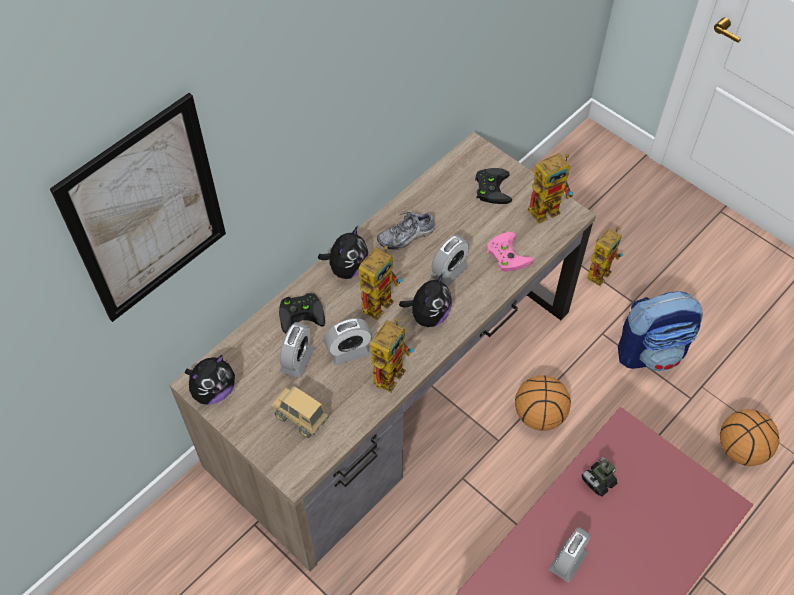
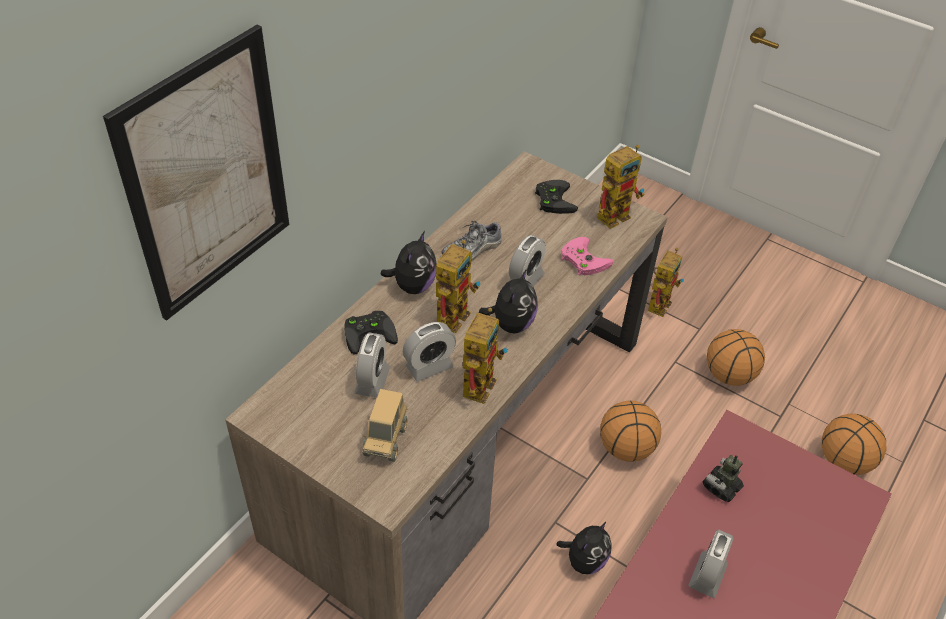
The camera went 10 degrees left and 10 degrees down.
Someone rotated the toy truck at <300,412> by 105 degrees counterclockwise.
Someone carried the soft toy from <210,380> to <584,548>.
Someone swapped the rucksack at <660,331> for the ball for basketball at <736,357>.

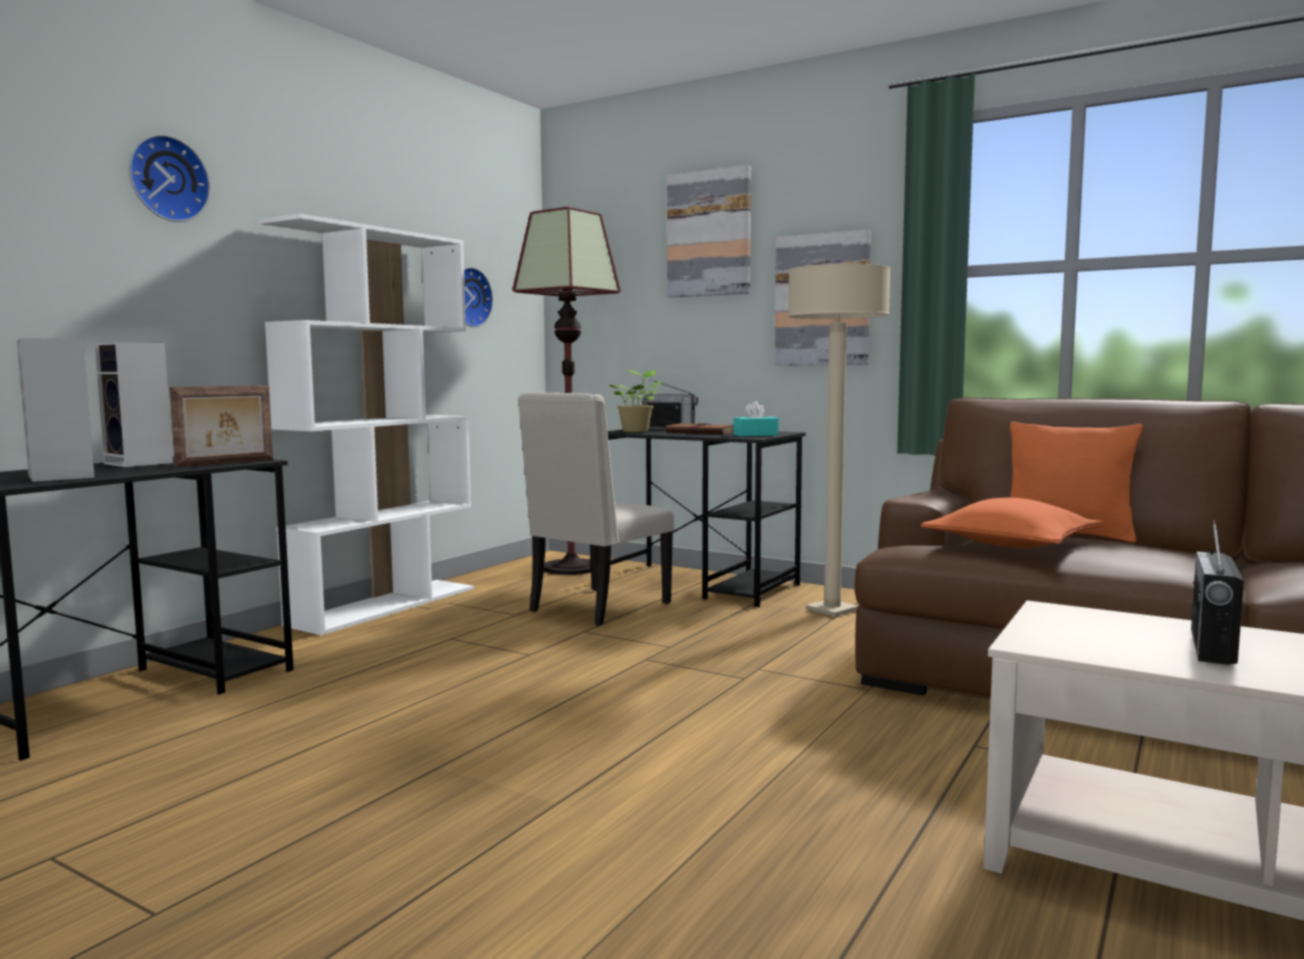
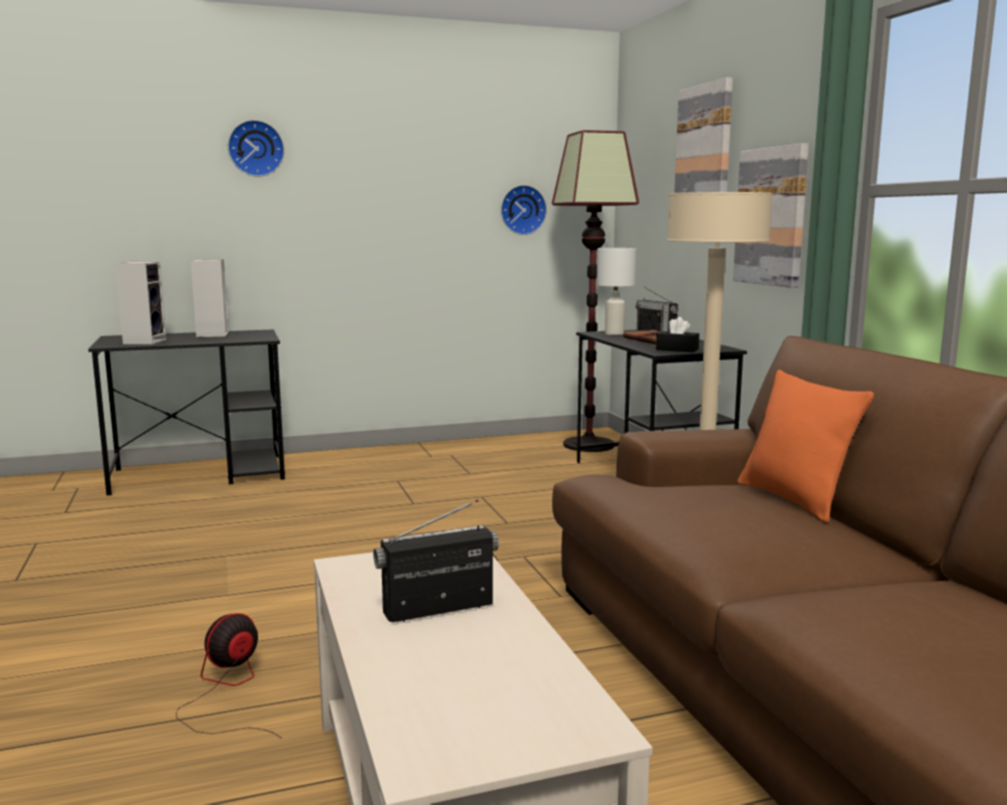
The camera went 40 degrees right and 5 degrees up.
Someone put down the cooling fan at <229,676>.
Someone swapped the plant in a pot at <635,401> for the white-coloured lamp for a table at <616,291>.
Someone repainted the turquoise-coloured tissue box at <756,419>, which became the black-coloured tissue box at <677,334>.
Someone took away the standing frame at <221,426>.
Someone took away the white-coloured bookcase at <366,424>.
Someone took away the sand-coloured chair at <596,509>.
Someone took away the orange-coloured cushion at <1012,523>.

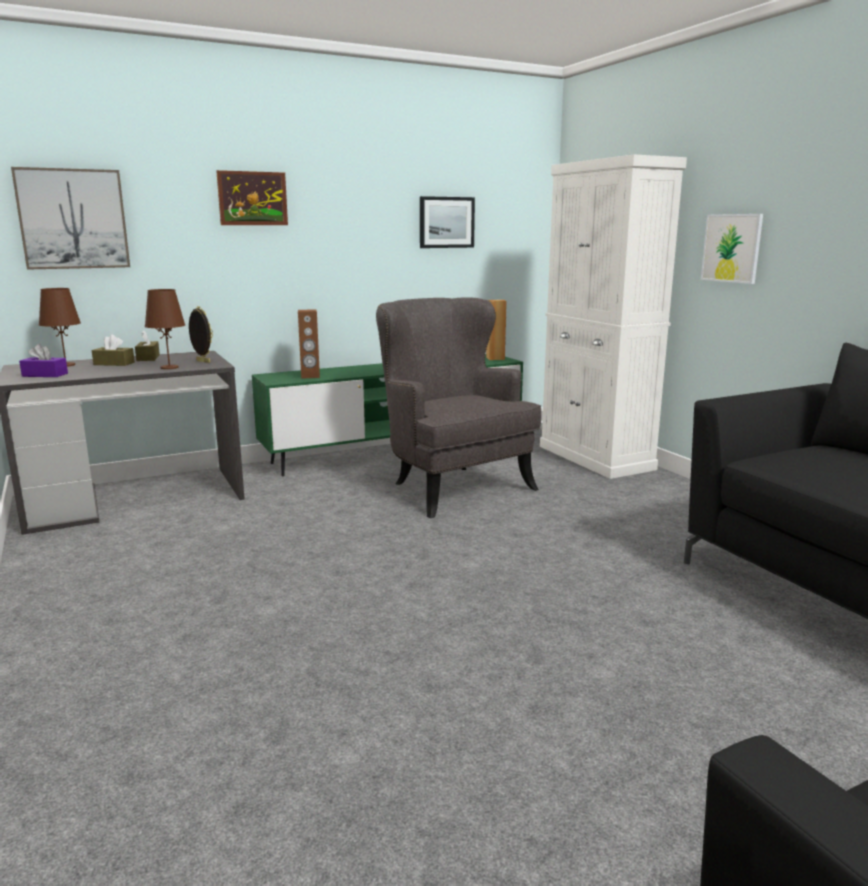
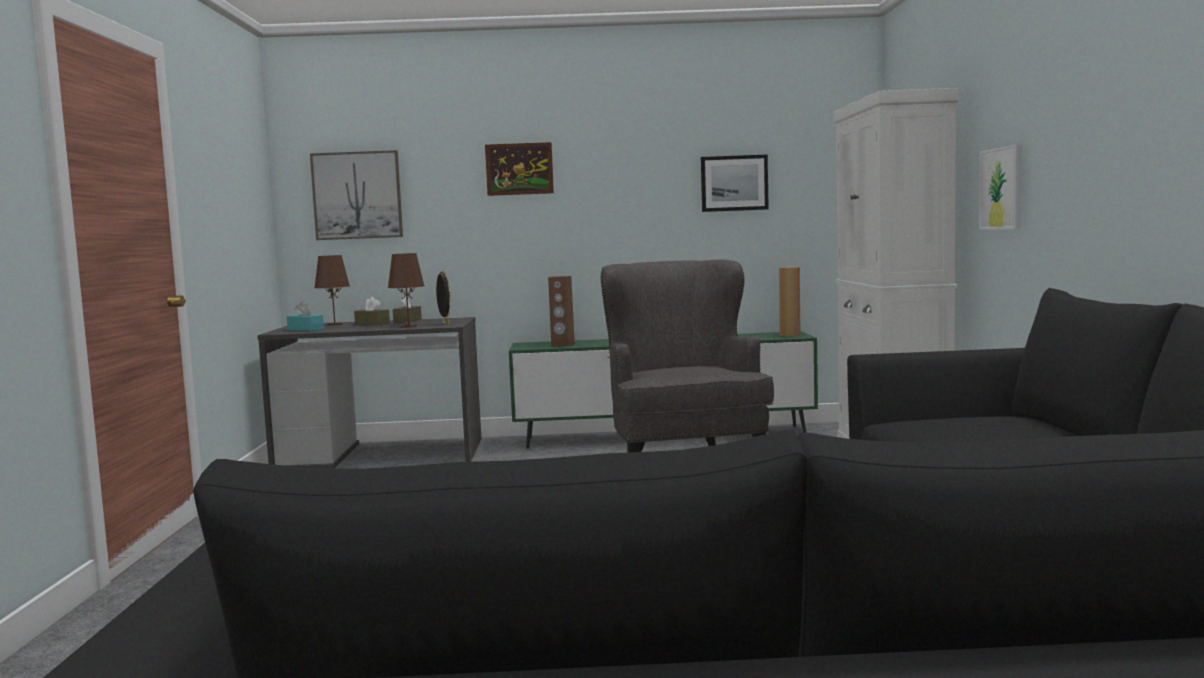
The camera went 25 degrees right and 10 degrees down.
Someone repainted the purplish tissue box at <43,360>, which became the turquoise-coloured tissue box at <305,316>.

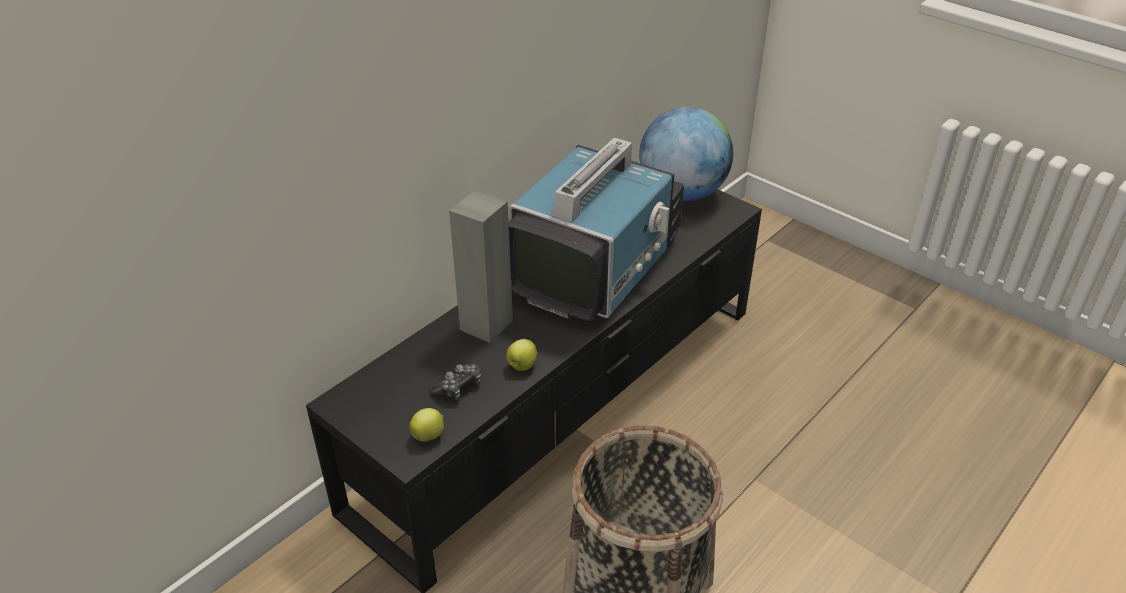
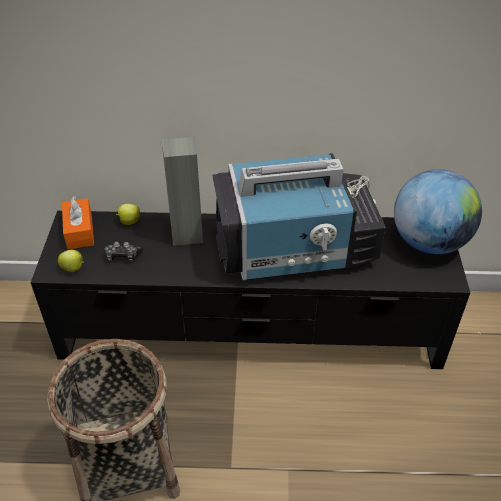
The camera went 50 degrees right and 5 degrees up.
Someone put down the orange-coloured tissue box at <78,222>.
Someone carried the apple fruit from <521,355> to <128,214>.

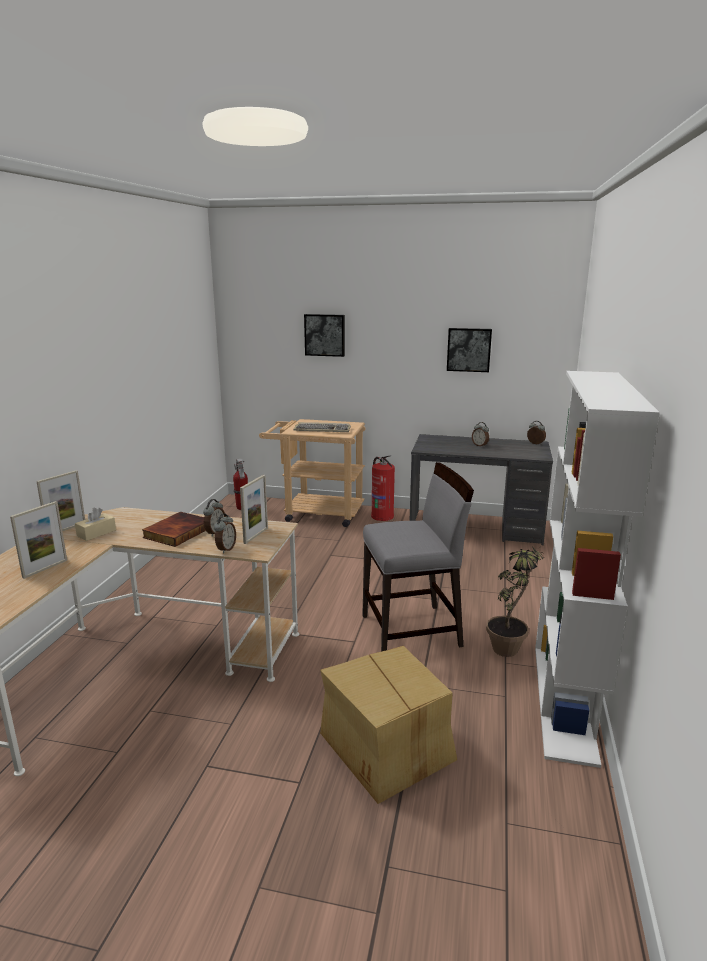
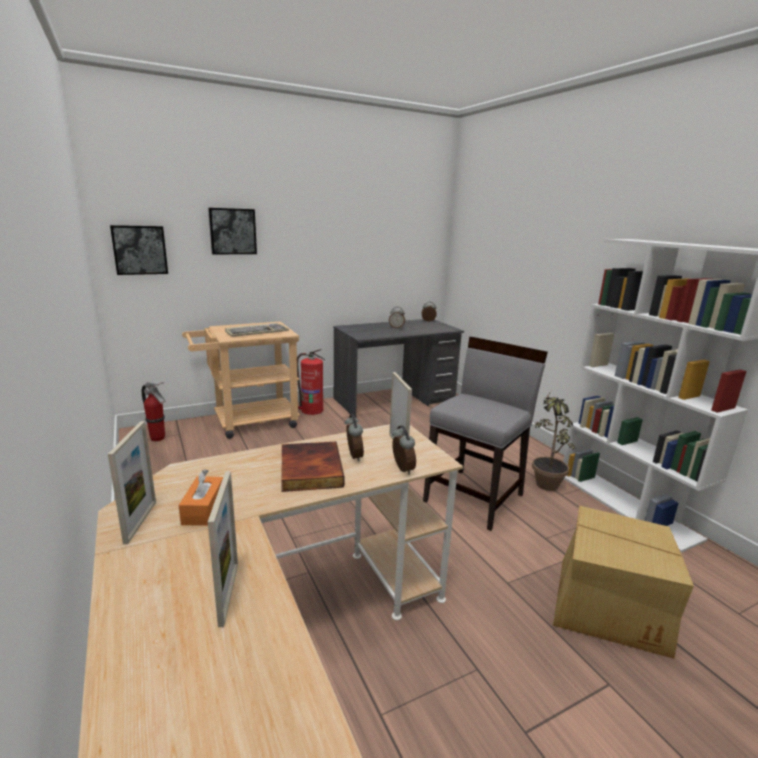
The camera went 40 degrees left and 0 degrees up.
Someone carried the wall picture from <469,350> to <139,250>.
Someone repainted the sand-coloured tissue box at <95,524>, which became the orange-coloured tissue box at <201,497>.

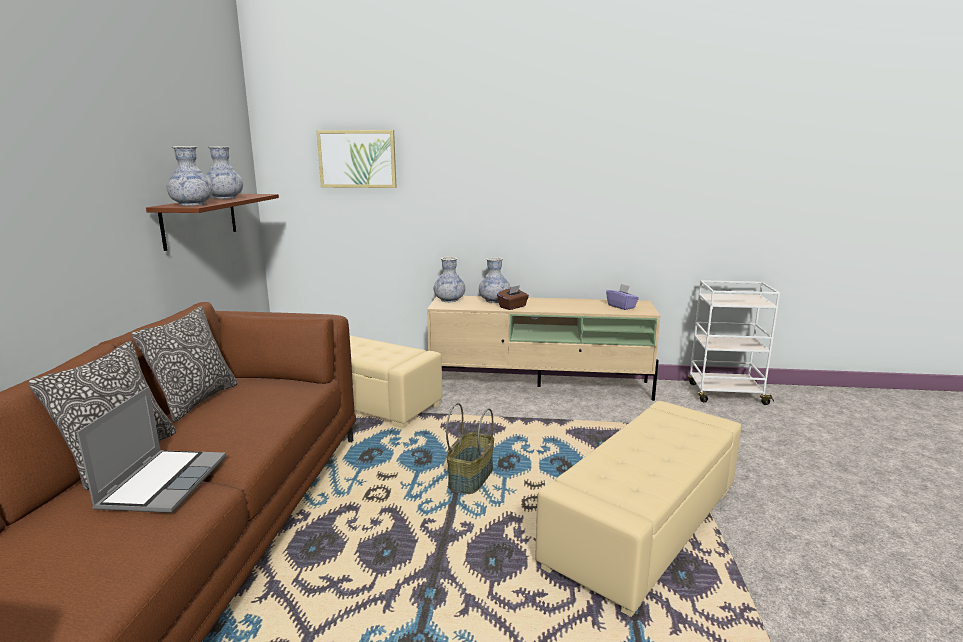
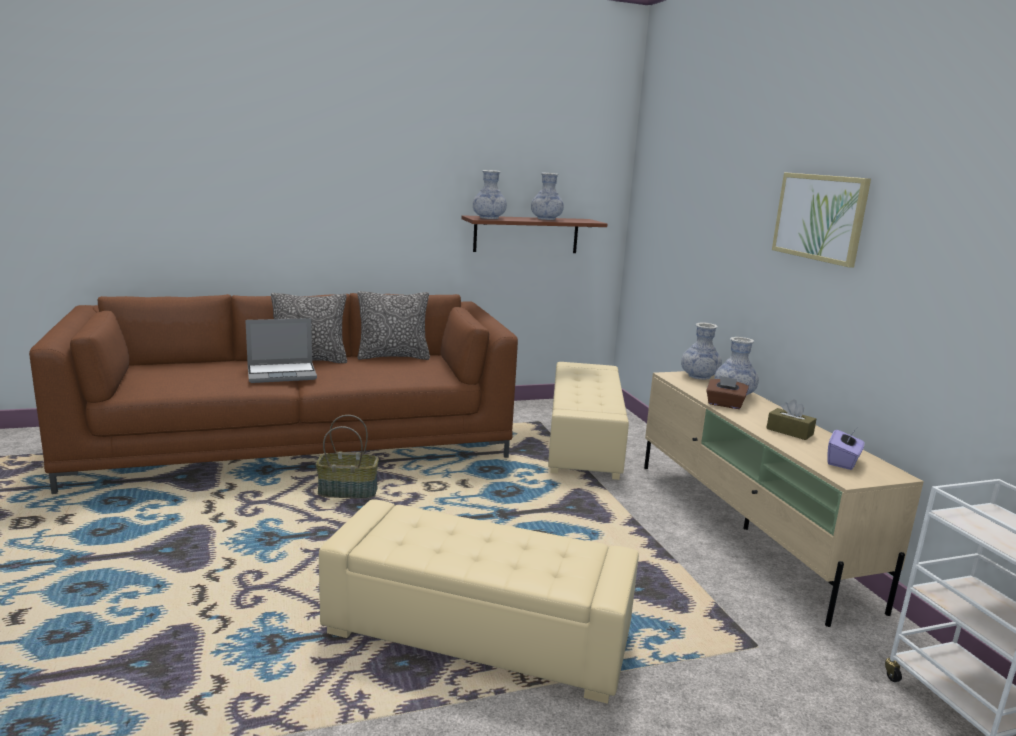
The camera went 65 degrees right and 0 degrees up.
Someone carried the basket from <470,448> to <347,457>.
Someone put down the brown-coloured tissue box at <791,420>.
Someone carried the wall picture from <357,159> to <821,220>.

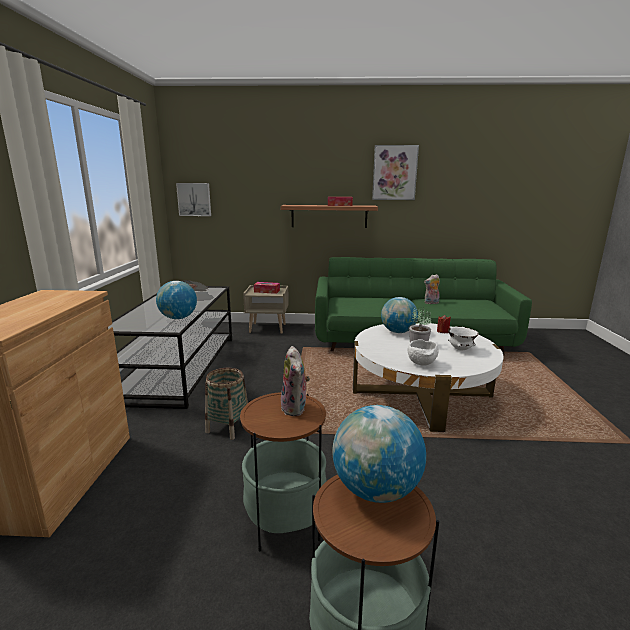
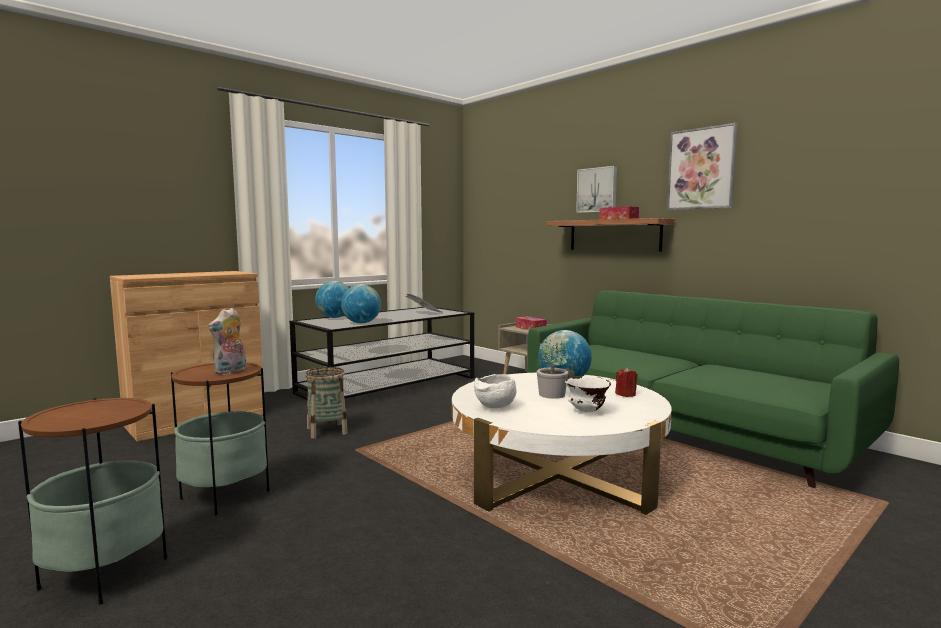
The camera went 45 degrees right and 10 degrees down.
Someone carried the globe from <379,454> to <332,299>.
Someone carried the wall picture from <193,199> to <596,189>.
Someone took away the soft toy at <432,289>.

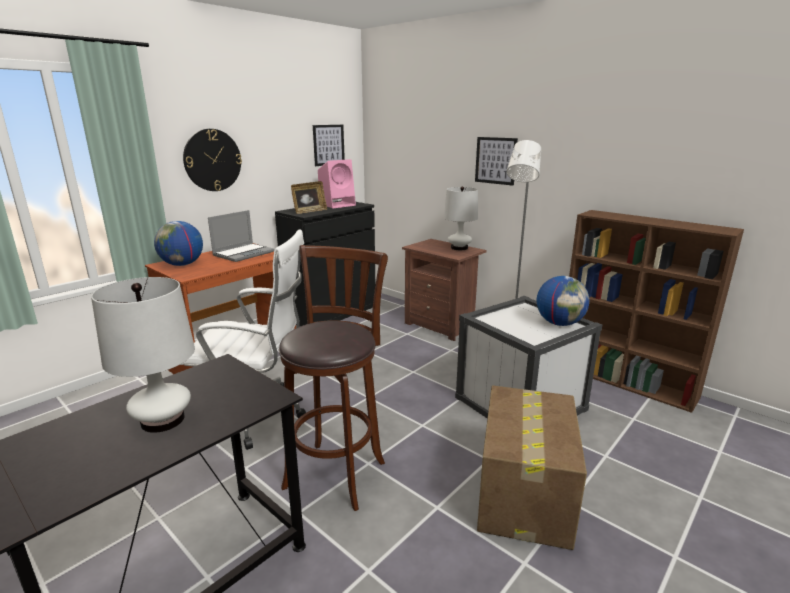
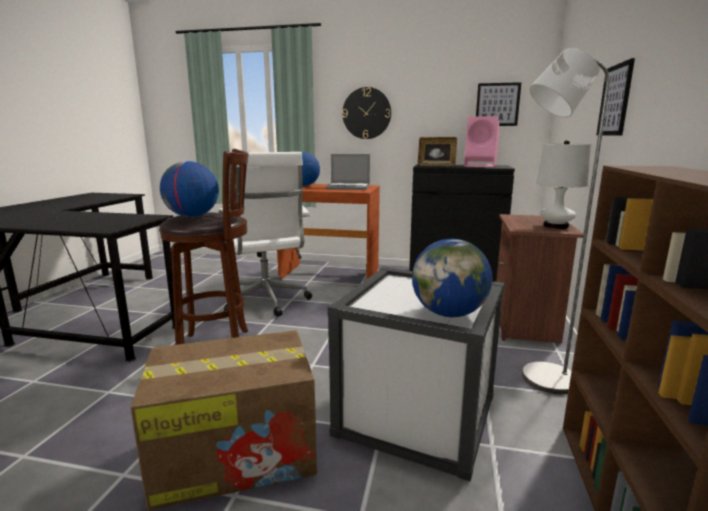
The camera went 60 degrees right and 5 degrees down.
Someone put down the globe at <189,189>.
Someone took away the white-coloured lamp for a table at <143,355>.

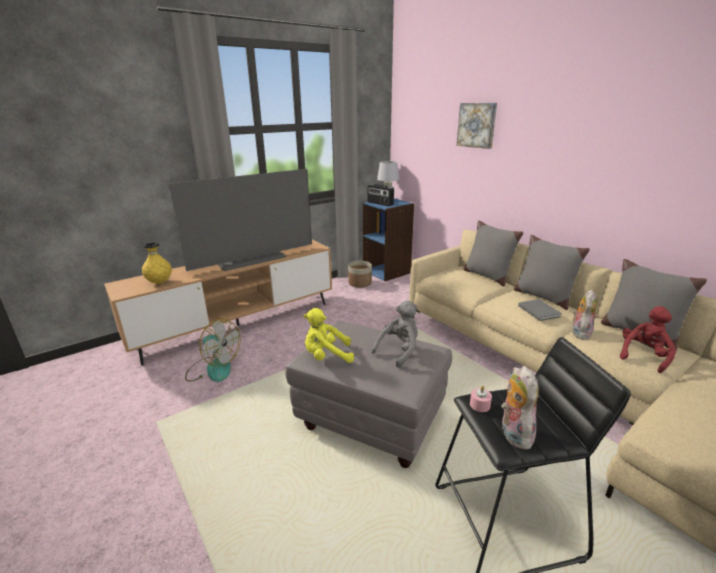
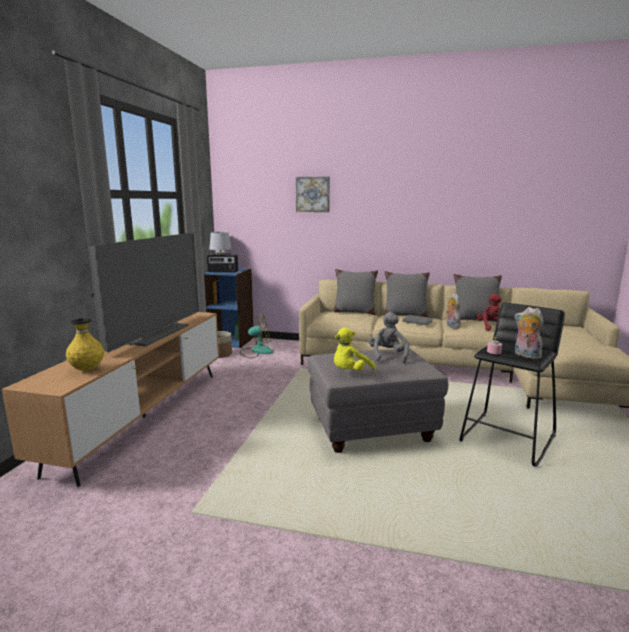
The camera went 40 degrees left and 10 degrees down.
Someone carried the cooling fan from <213,350> to <256,336>.

